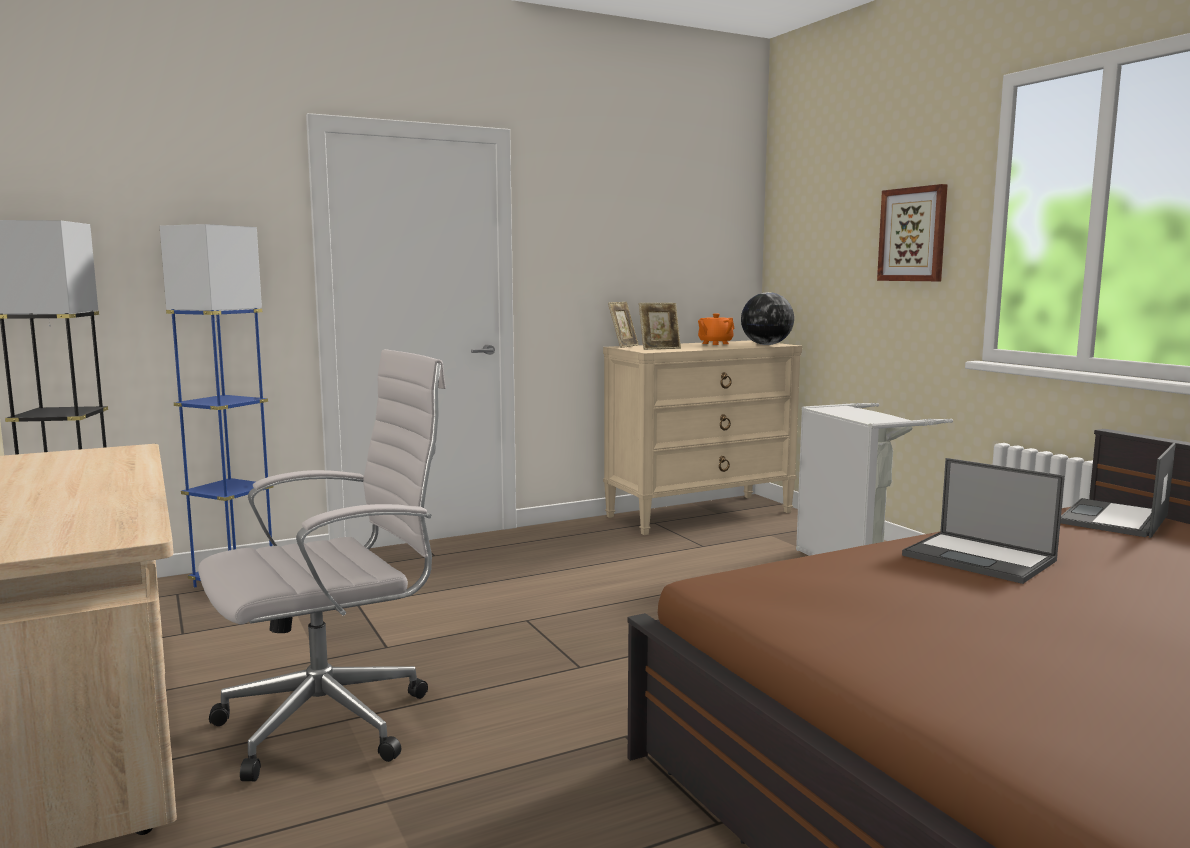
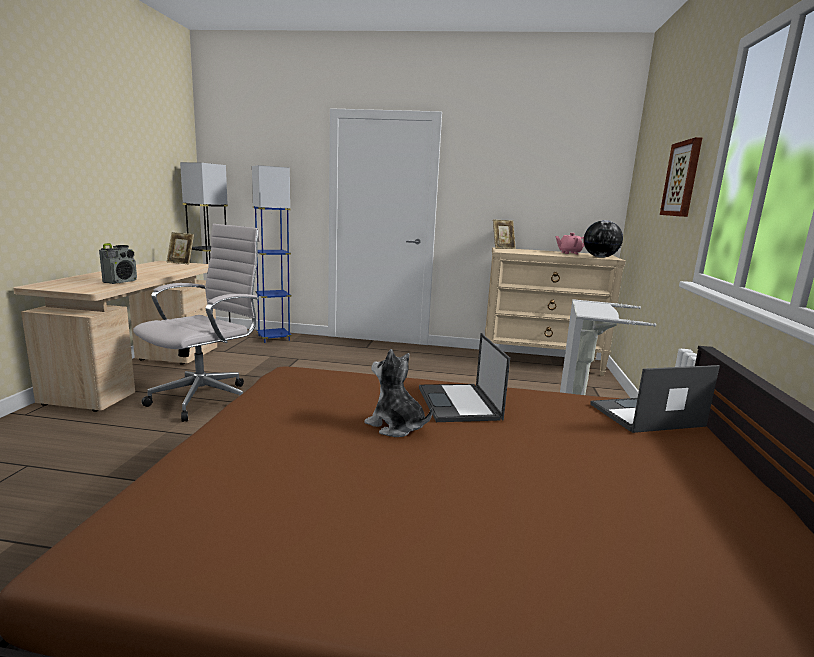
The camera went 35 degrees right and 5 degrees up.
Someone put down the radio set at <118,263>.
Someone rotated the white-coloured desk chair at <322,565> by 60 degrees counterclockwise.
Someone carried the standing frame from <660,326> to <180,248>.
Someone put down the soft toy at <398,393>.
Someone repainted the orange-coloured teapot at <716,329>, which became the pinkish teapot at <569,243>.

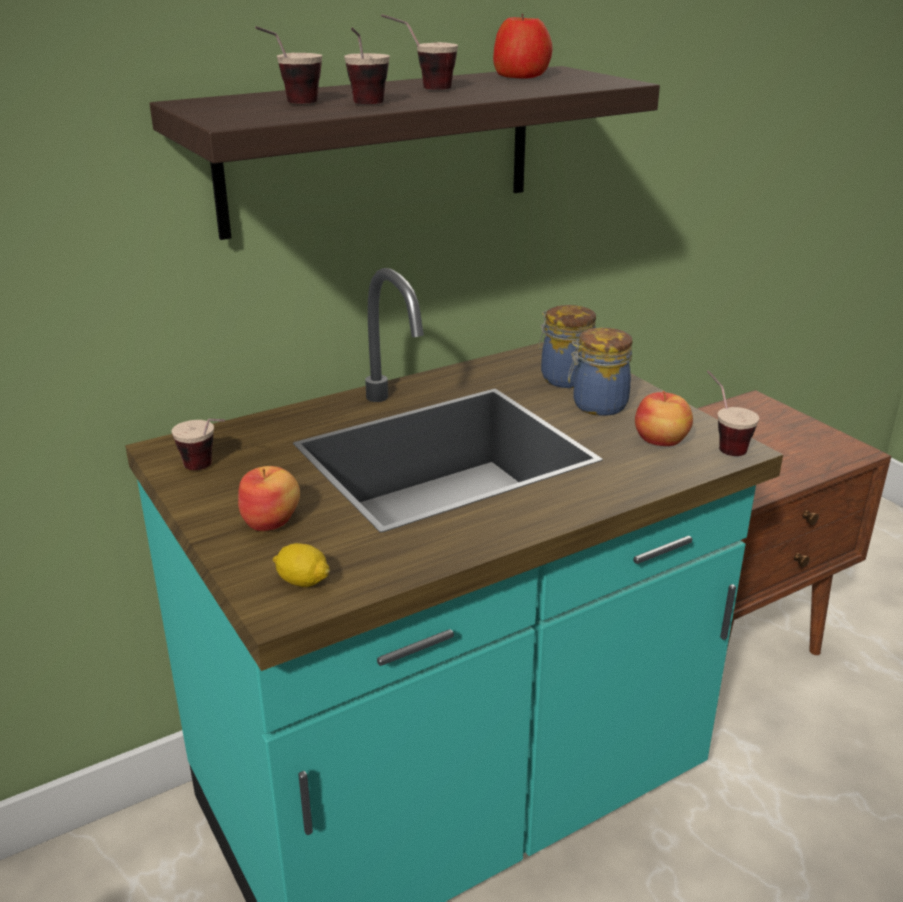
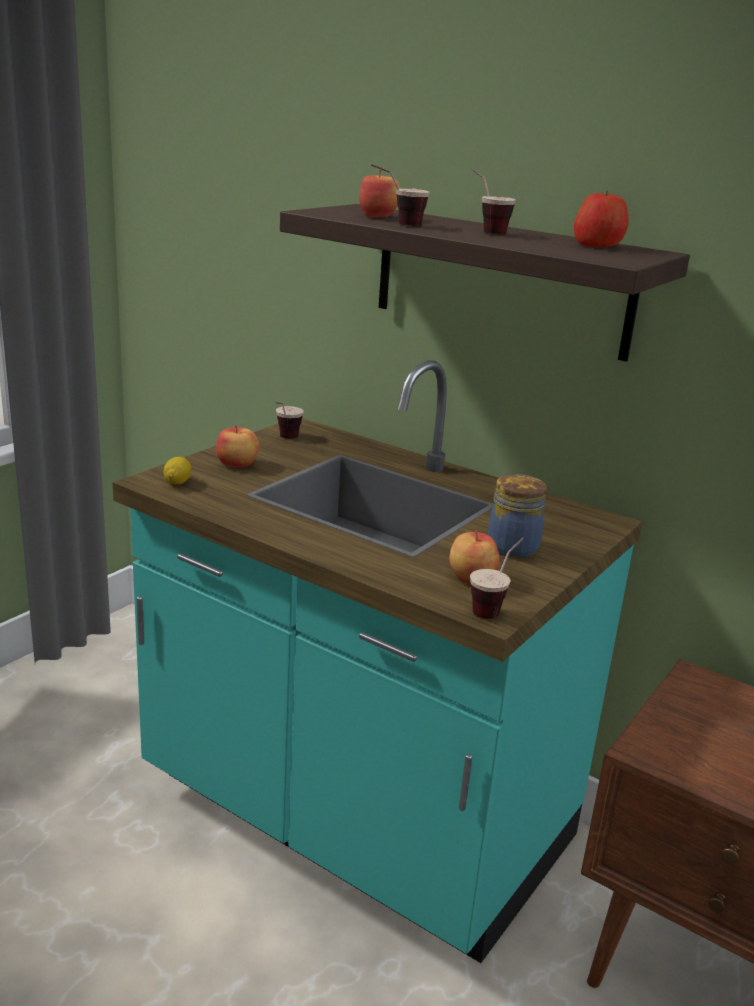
The camera went 65 degrees right and 5 degrees down.
Someone swapped the cup at <288,65> for the apple fruit at <380,194>.
Someone took away the preserve jar at <567,346>.

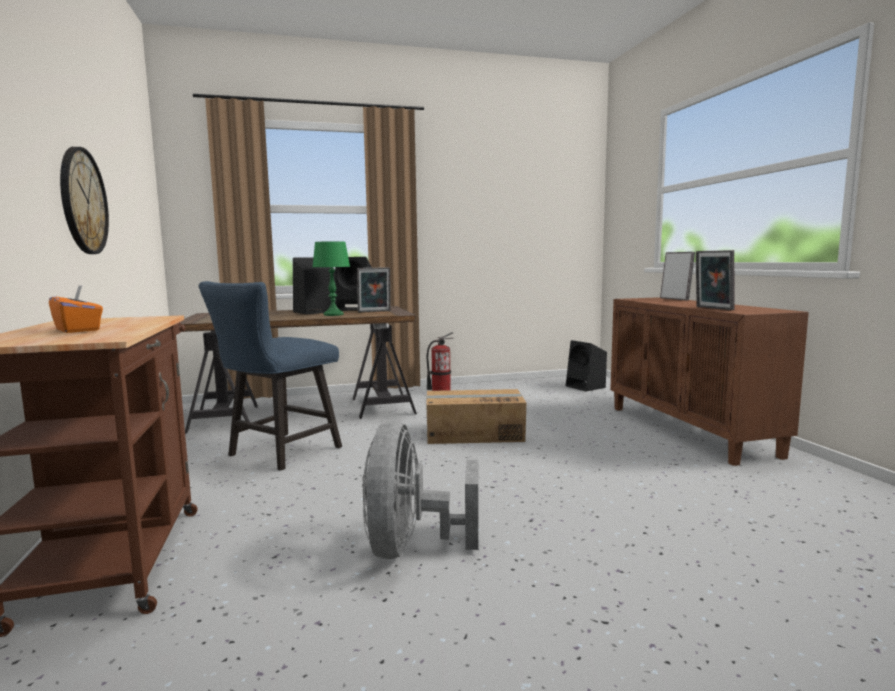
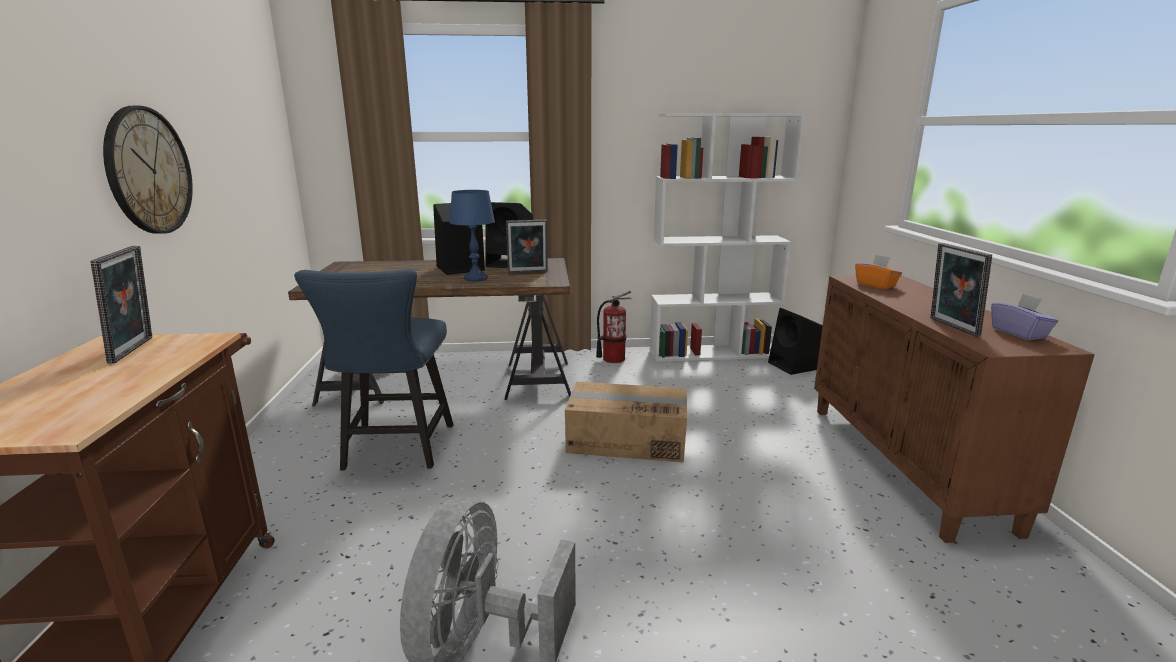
The camera went 10 degrees right and 10 degrees up.
Someone carried the standing frame from <677,276> to <121,304>.
Someone rotated the blue-coloured chair at <270,376> by 45 degrees counterclockwise.
Someone repainted the greenish lamp for a table at <331,278>, which became the blue-coloured lamp for a table at <472,236>.
Someone put down the white-coloured bookcase at <728,237>.
Someone carried the orange-coloured tissue box from <76,309> to <878,272>.
Someone put down the purplish tissue box at <1024,317>.

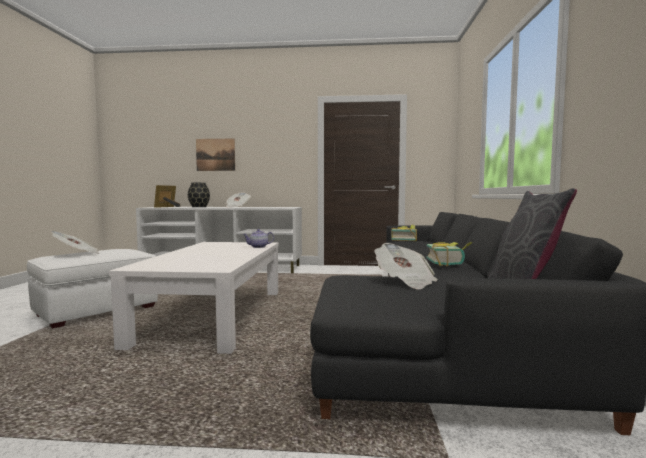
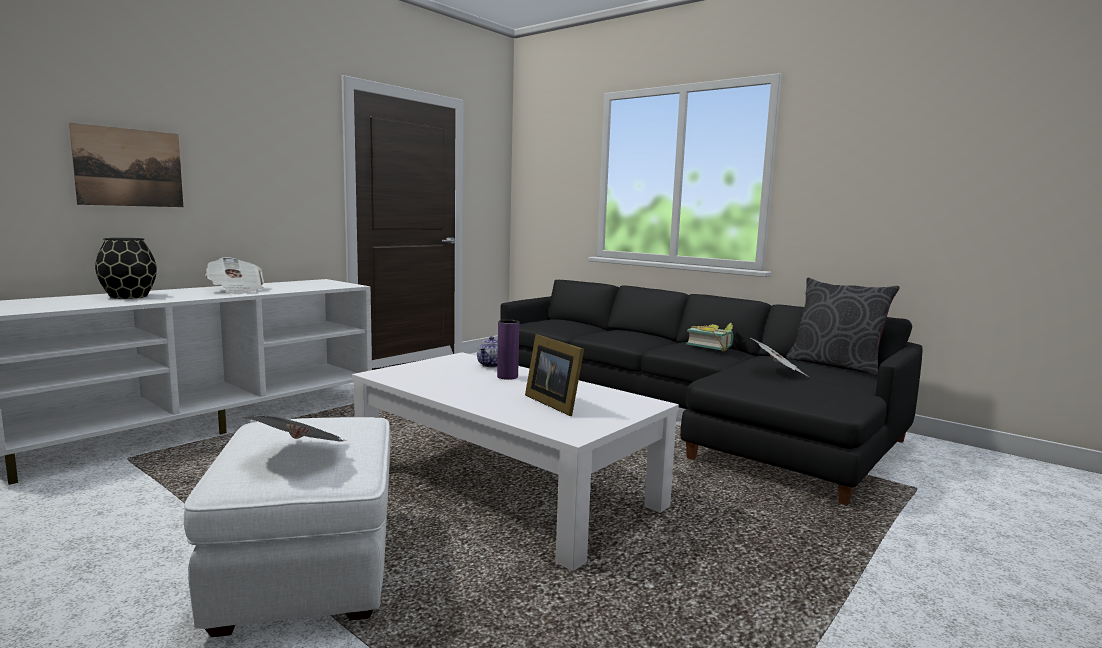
The camera went 55 degrees left and 5 degrees up.
Someone put down the purplish flower vase at <508,350>.
Someone carried the standing frame from <167,196> to <554,375>.
Someone took away the bound book at <404,232>.

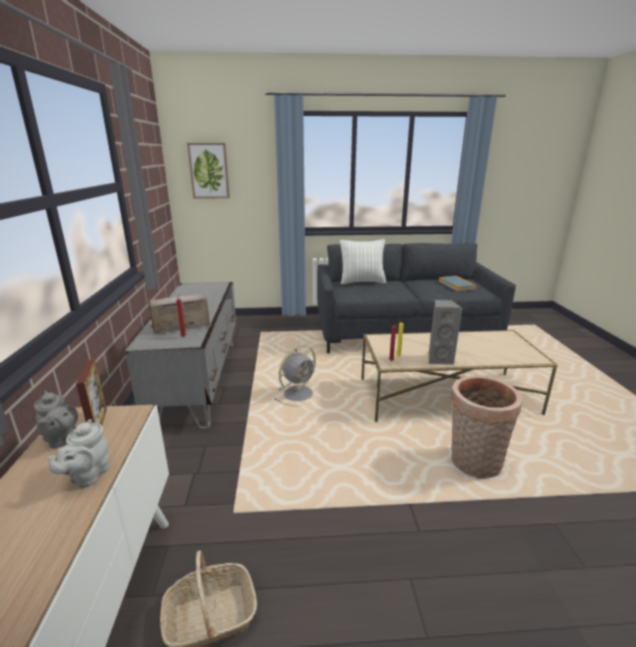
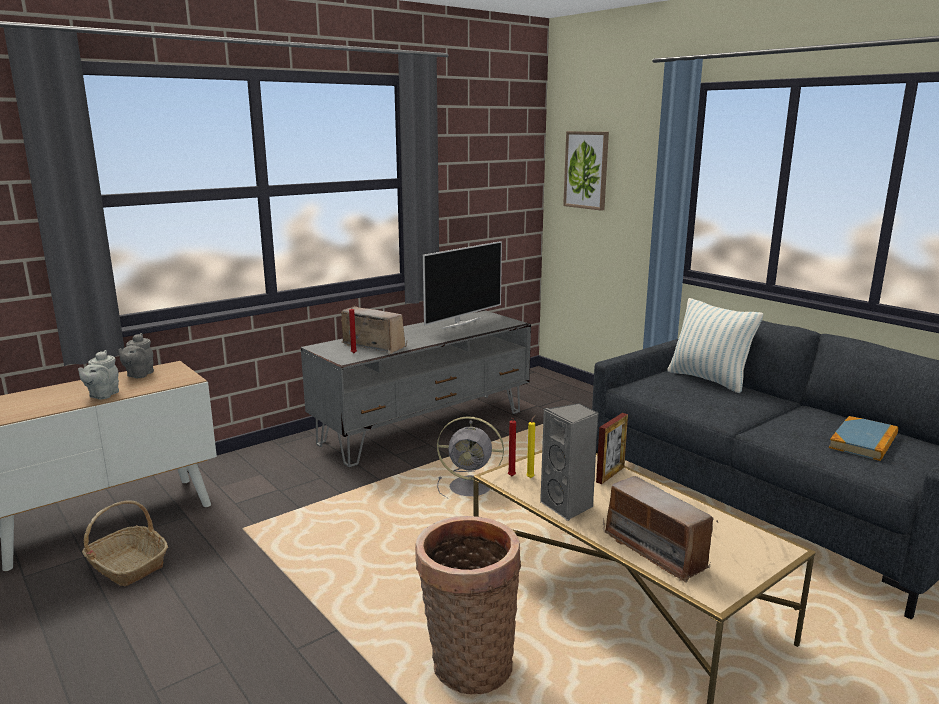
The camera went 55 degrees right and 5 degrees down.
Someone rotated the grey teapot at <78,453> by 60 degrees counterclockwise.
Someone put down the TV at <462,285>.
Someone carried the standing frame from <91,392> to <612,448>.
Someone put down the radio set at <660,529>.

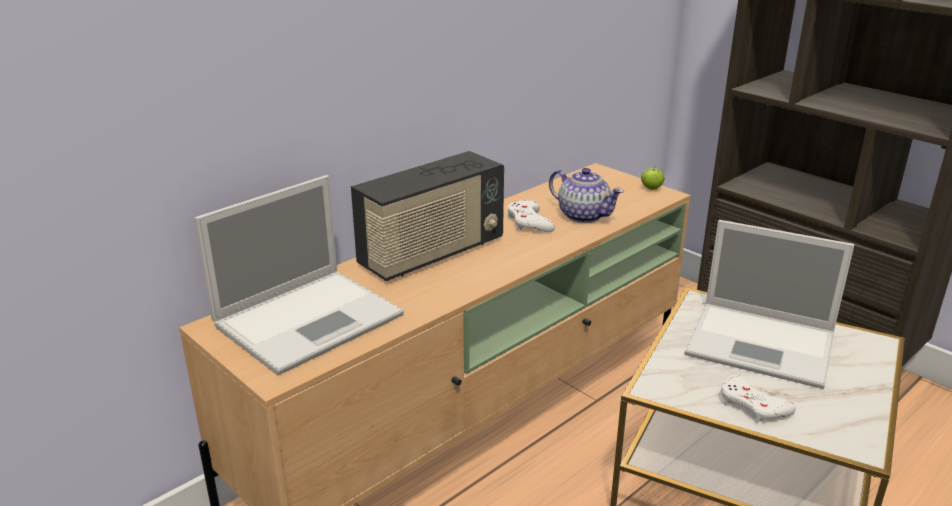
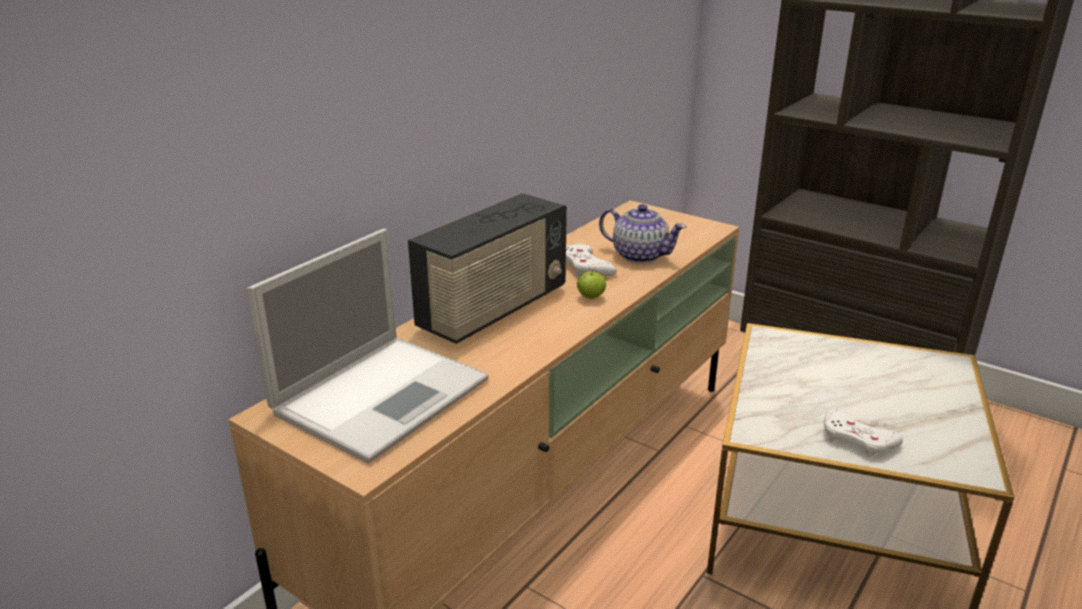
The camera went 10 degrees left and 0 degrees up.
Someone carried the apple fruit from <652,178> to <591,283>.
Someone took away the laptop at <769,304>.

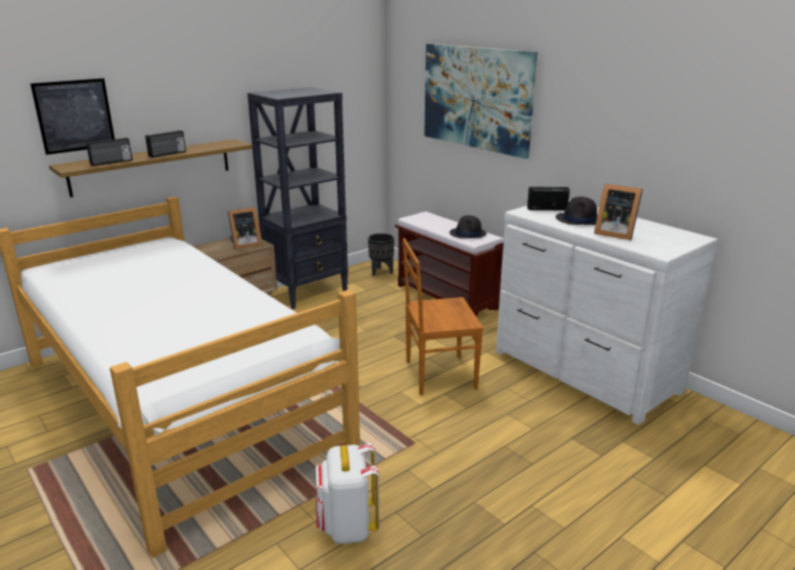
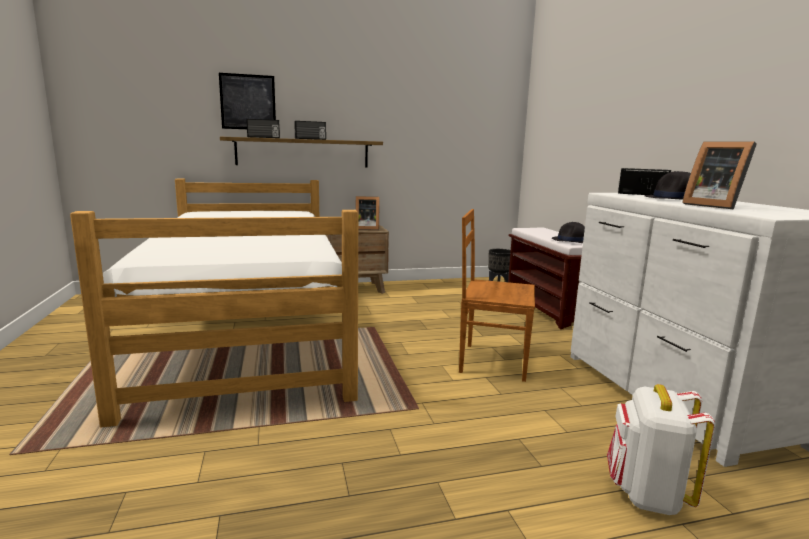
The camera went 25 degrees right and 10 degrees down.
Someone carried the white-coloured rucksack from <348,493> to <661,449>.
Someone took away the black-coloured bookcase at <297,198>.
Someone took away the wall picture at <480,101>.

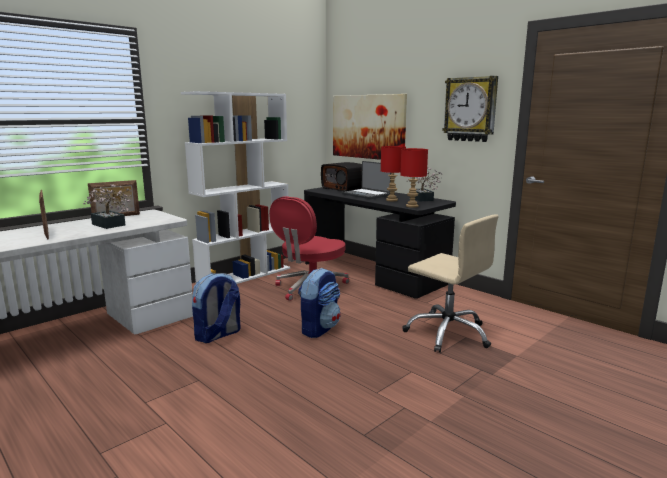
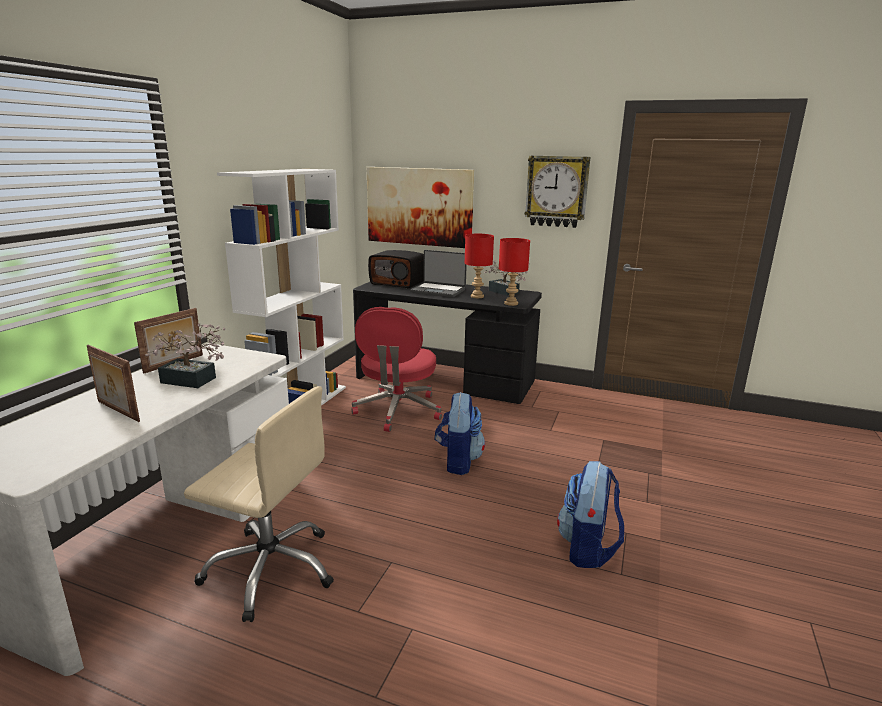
The camera went 25 degrees left and 5 degrees up.
Someone carried the sand-coloured desk chair from <450,283> to <259,504>.
Someone carried the rucksack from <216,308> to <590,514>.

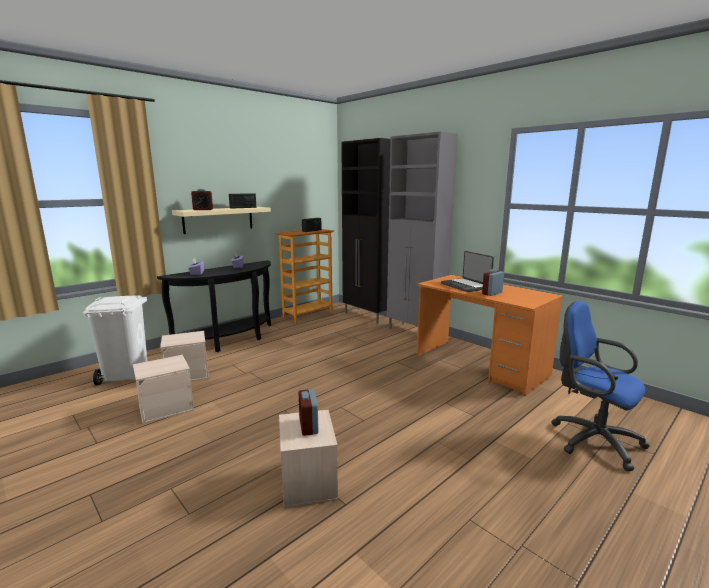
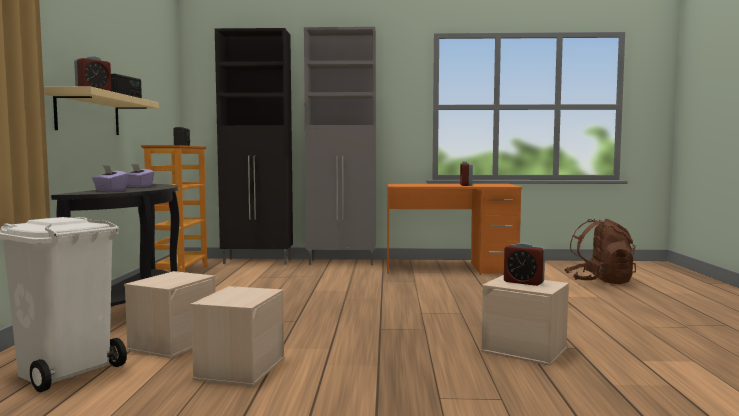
The camera went 45 degrees left and 10 degrees down.
Someone swapped the blue-coloured desk chair at <600,386> for the brown-coloured rucksack at <600,251>.
Someone took away the laptop at <467,271>.

